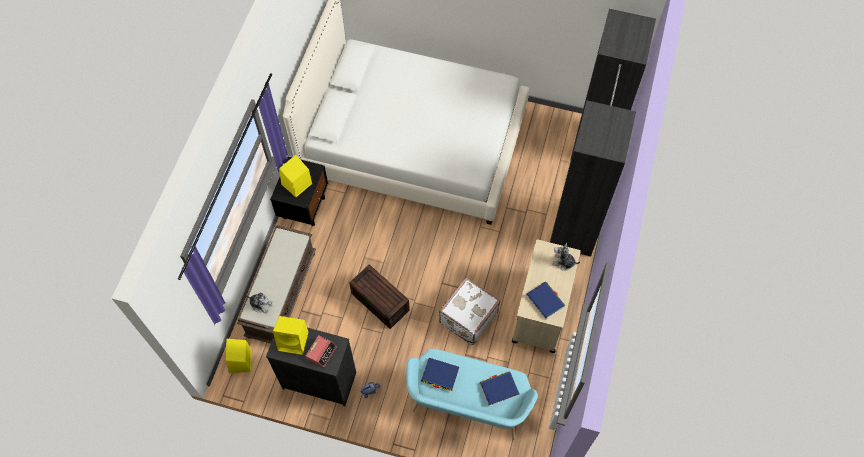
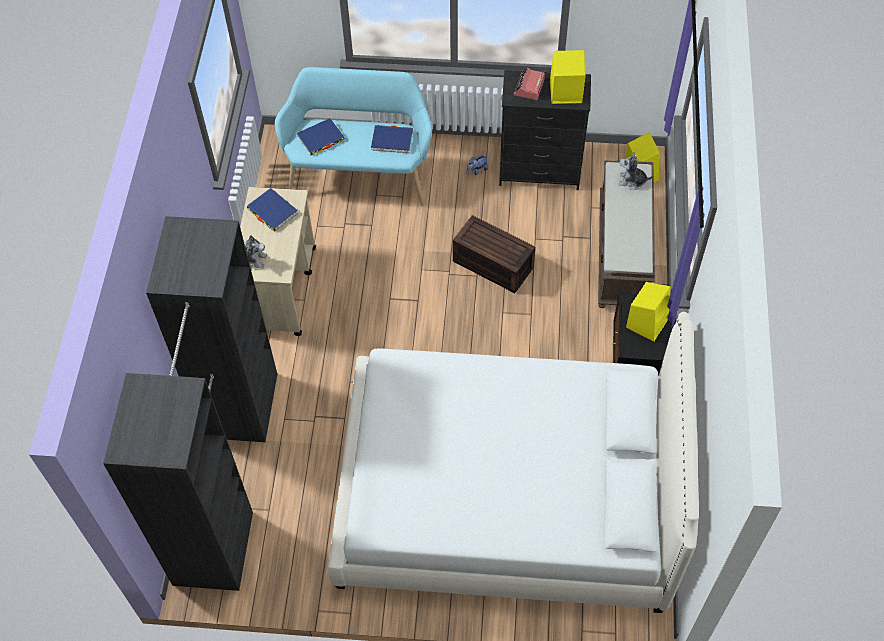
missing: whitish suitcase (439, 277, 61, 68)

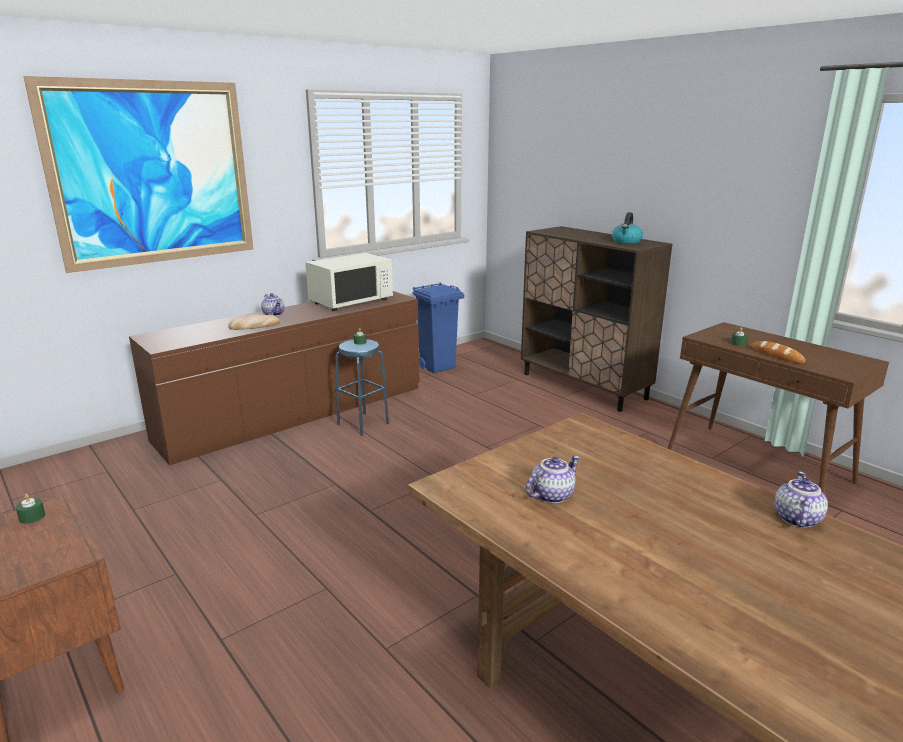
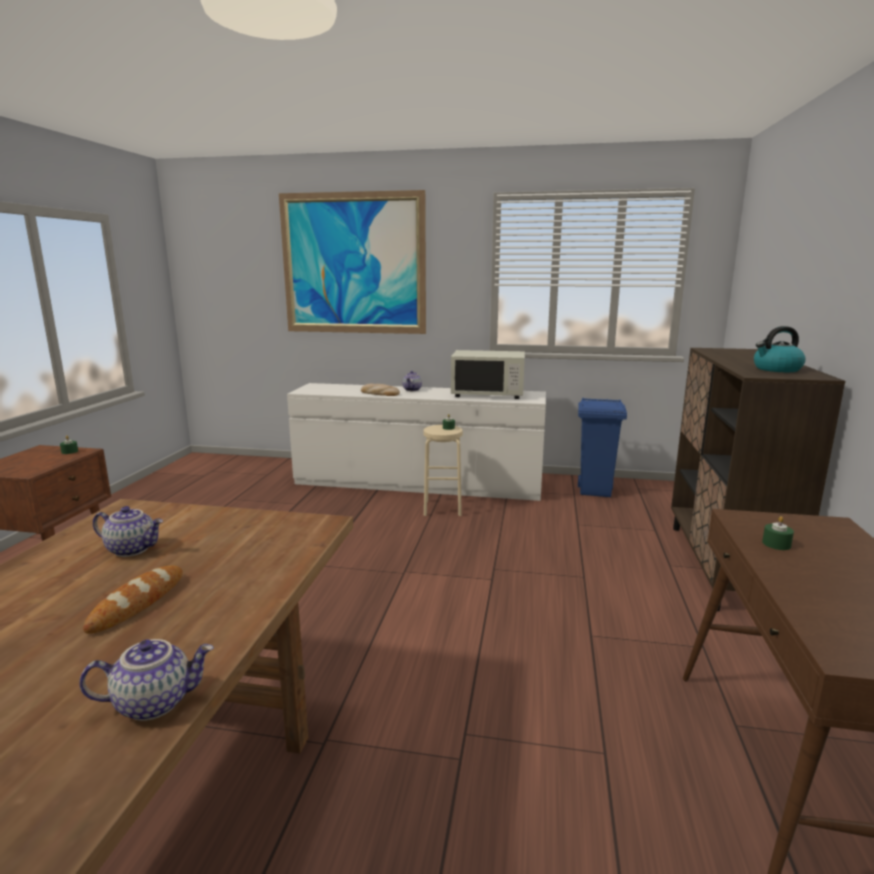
relocated: bakery bread (751, 341, 55, 22) to (83, 566, 100, 68)
colour: brown dresser (129, 291, 290, 174) to whitish dresser (287, 383, 259, 118); bluish stool (336, 339, 53, 97) to beige-coloured stool (423, 425, 40, 91)

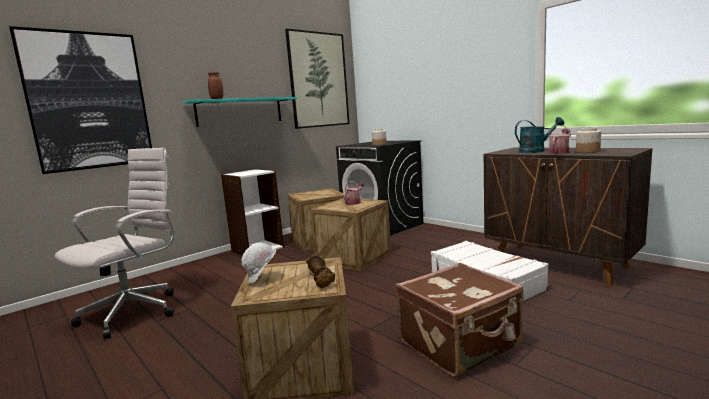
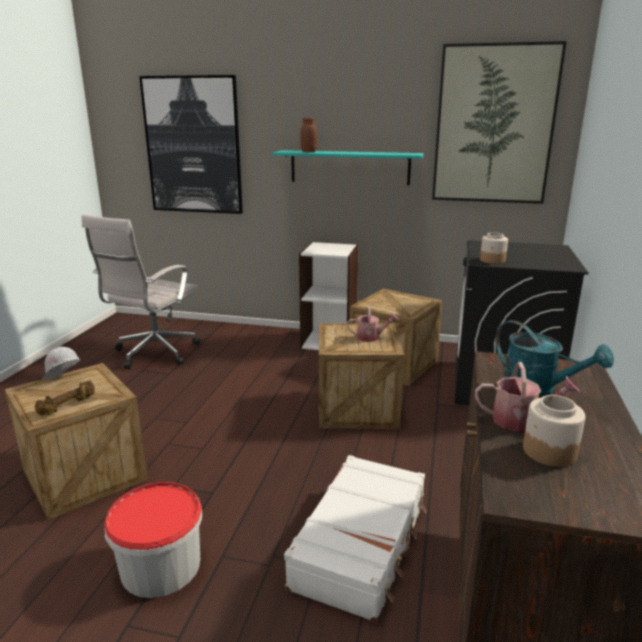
exchanged: brown suitcase (396, 263, 127, 114) to pail (104, 482, 98, 116)
spun: whitish office chair (54, 148, 120, 191) = (81, 214, 120, 155) 120 degrees clockwise

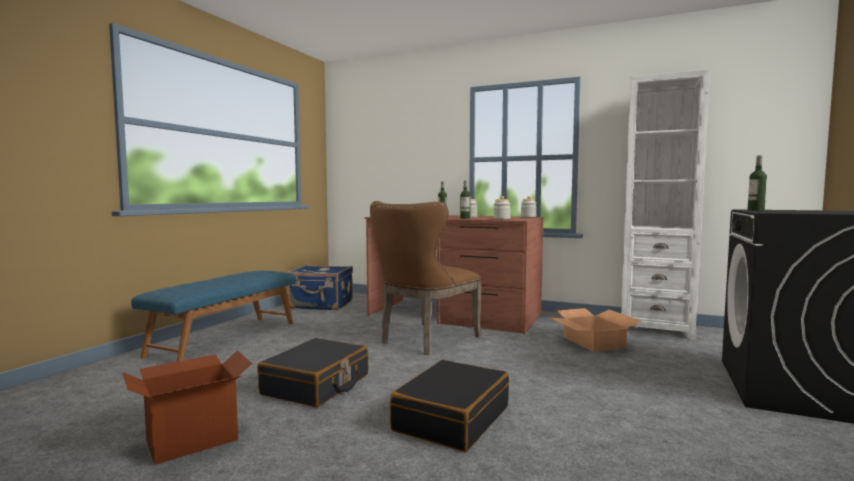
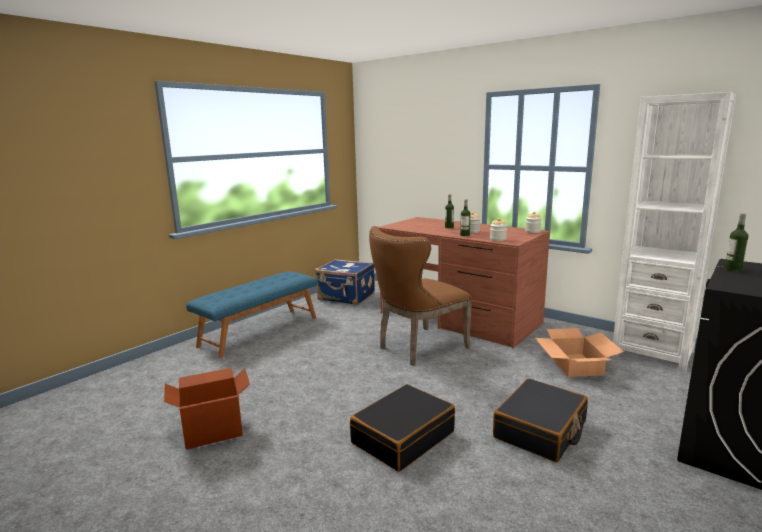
relocated: black-coloured suitcase (257, 338, 111, 69) to (493, 378, 95, 84)

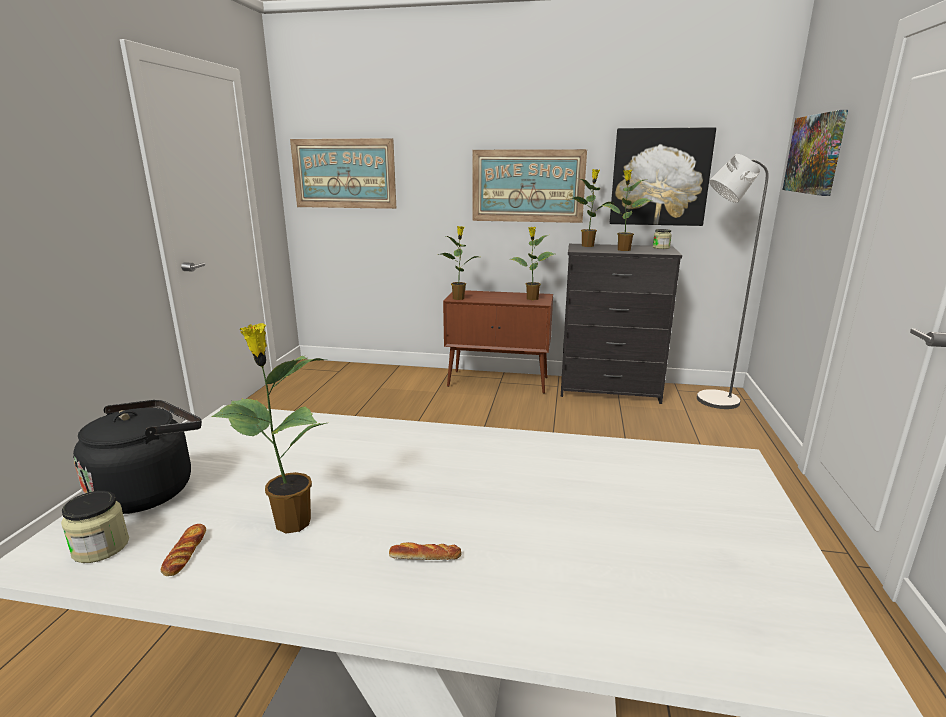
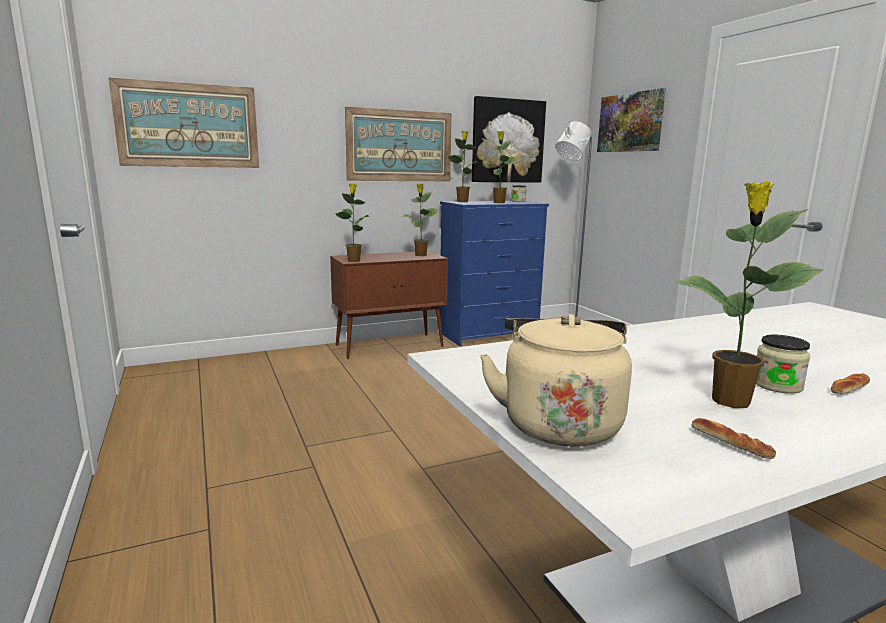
relocated: storage jar (61, 491, 68, 72) to (756, 335, 54, 59)
colour: black-coloured dresser (561, 244, 121, 160) to bluish dresser (440, 201, 109, 145); black-coloured water kettle (73, 400, 129, 114) to beige-coloured water kettle (480, 314, 152, 133)

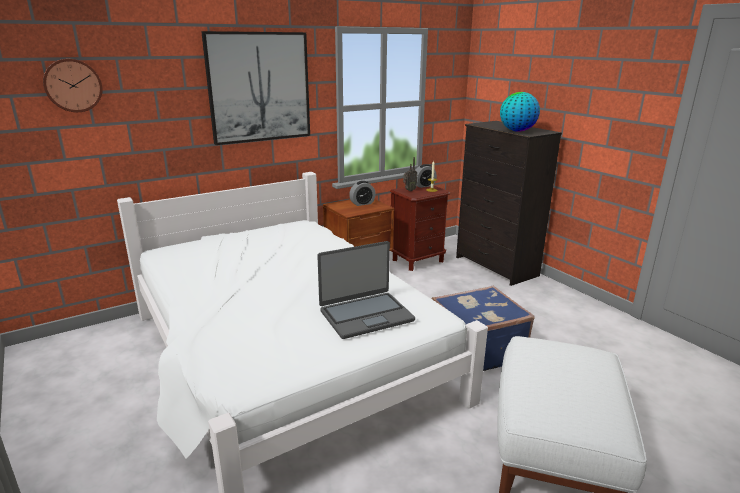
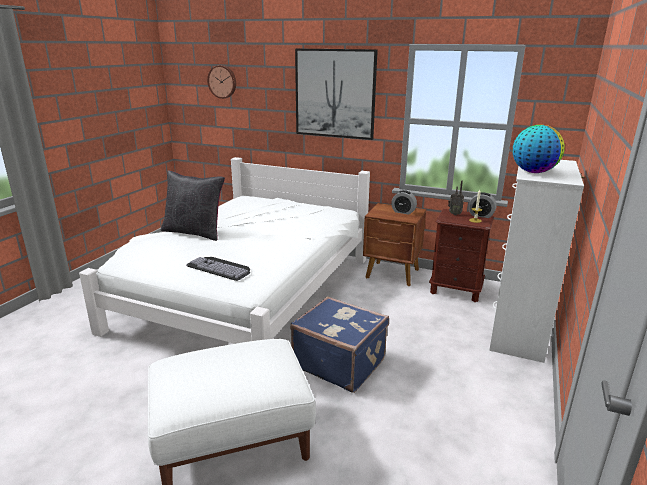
appeared: black-coloured cushion (161, 171, 64, 70)
exchanged: notebook computer (317, 241, 98, 98) to PC keyboard (186, 257, 64, 24)
colour: black-coloured dresser (456, 121, 106, 165) to whitish dresser (489, 160, 95, 203)

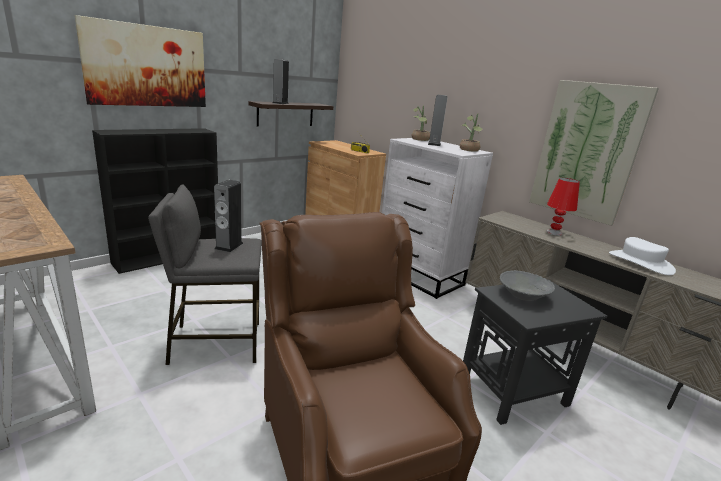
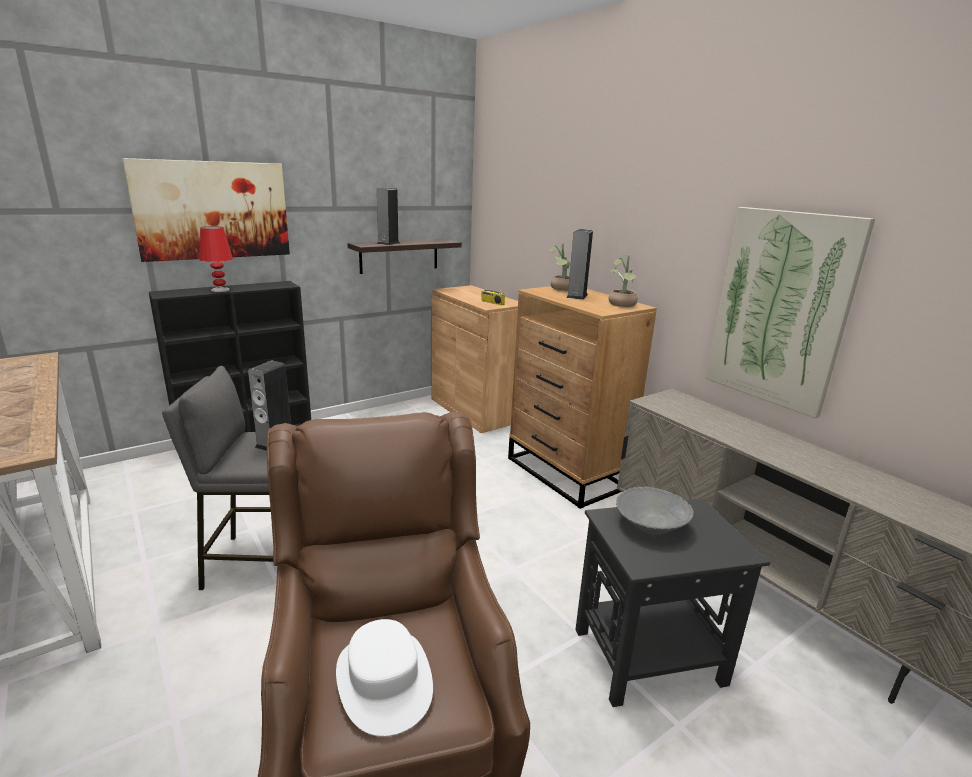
relocated: red-coloured table lamp (546, 178, 34, 58) to (199, 226, 34, 66); whitish wearable hat (609, 237, 67, 38) to (336, 619, 97, 118)
colour: whitish dresser (382, 138, 111, 161) to brown dresser (508, 286, 149, 223)

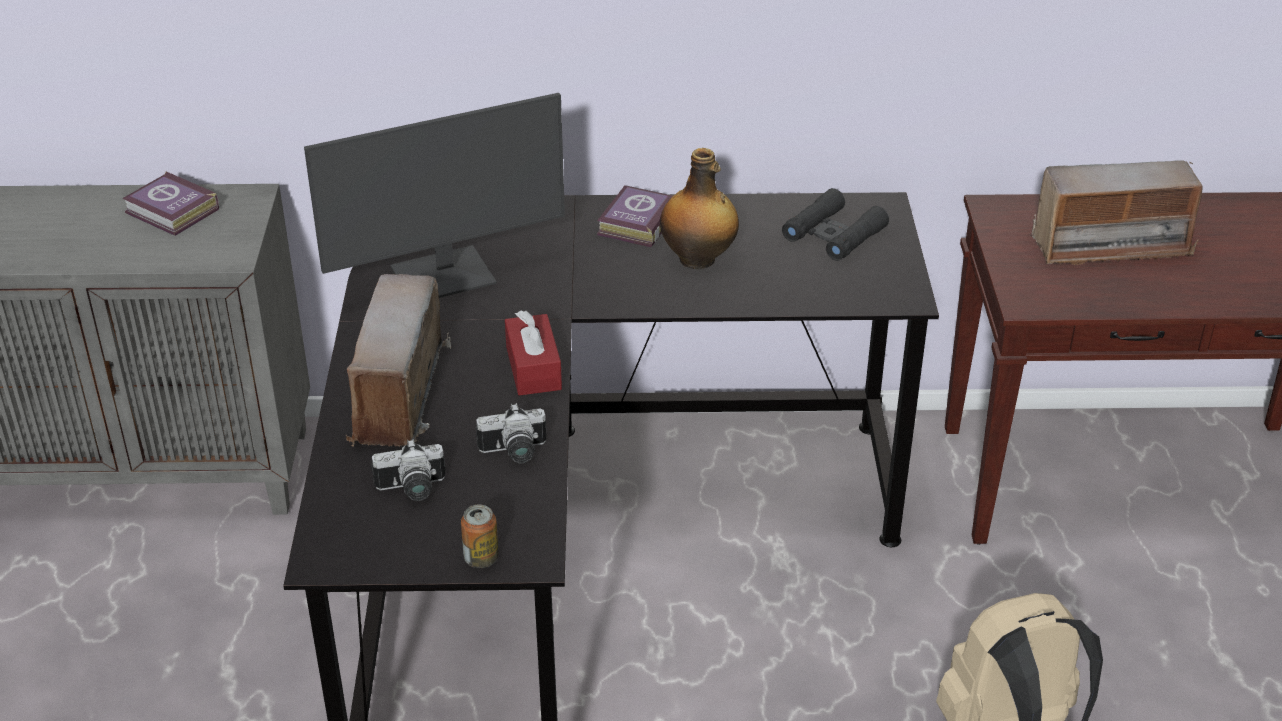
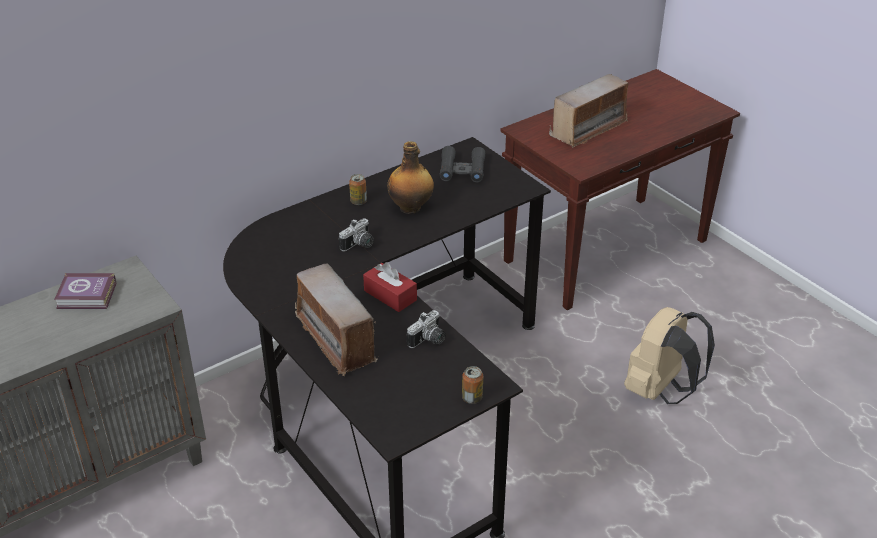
missing: computer display (304, 93, 261, 205)
relocated: still camera (372, 439, 74, 62) to (339, 218, 35, 33)
exchanged: bound book (597, 185, 77, 62) to can (349, 174, 18, 31)

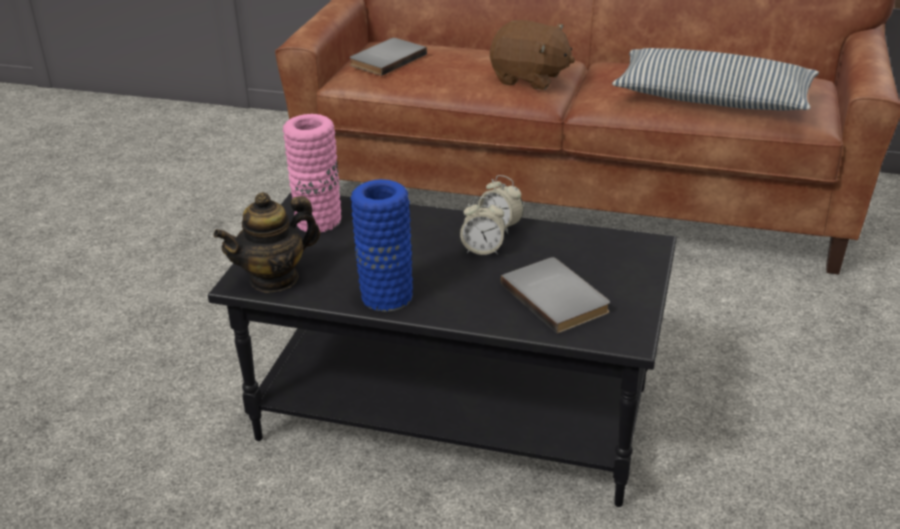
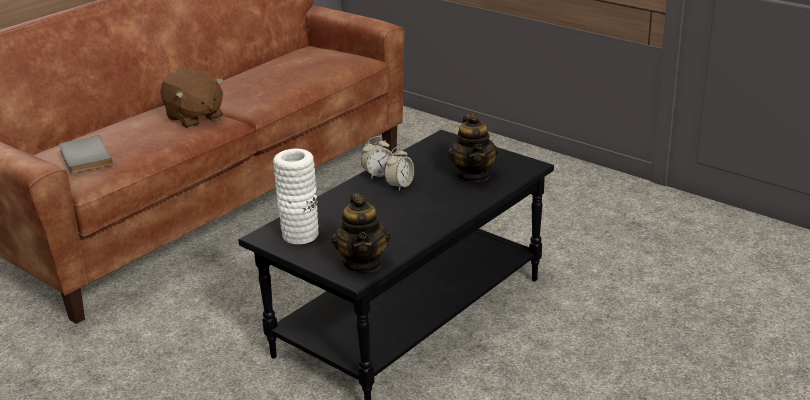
missing: cushion (612, 48, 207, 63); bluish vase (351, 179, 62, 133)
exchanged: gray bound book (501, 257, 109, 77) to tea pot (448, 114, 50, 68)
colour: pink-coloured vase (283, 114, 58, 118) to whitish vase (273, 148, 46, 96)
spun: brown soft toy (490, 20, 85, 70) = (160, 70, 63, 58) 90 degrees clockwise

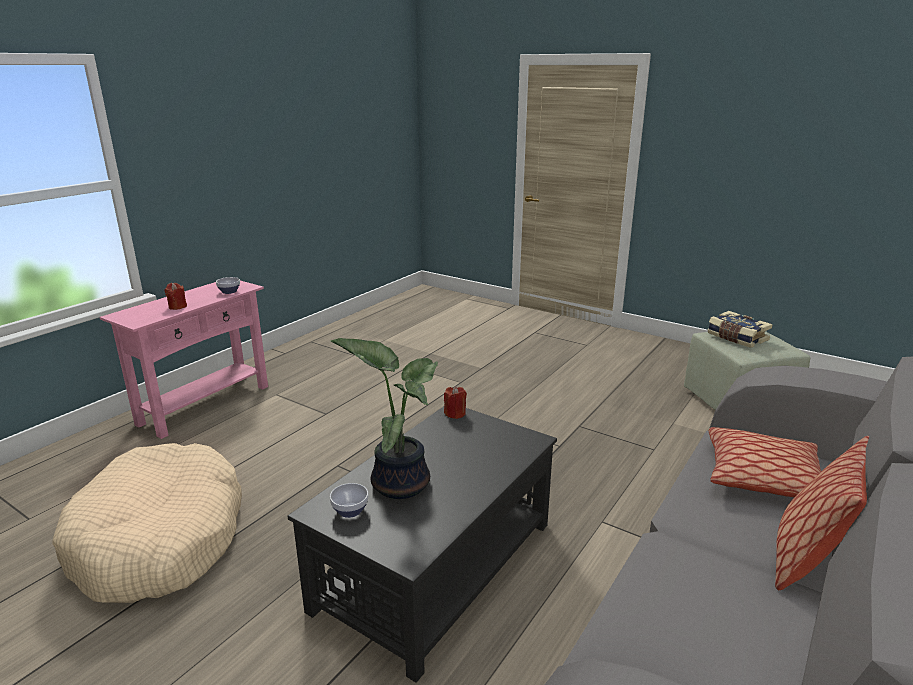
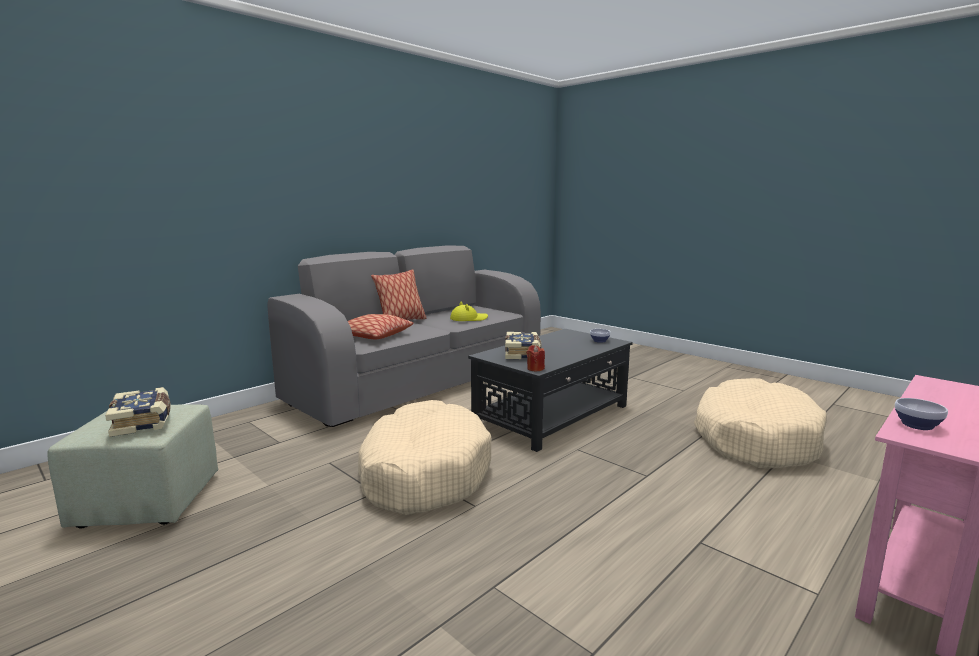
missing: red-coloured candle (164, 283, 23, 27); potted plant (330, 338, 108, 161)
appeared: yellow-coloured wearable hat (450, 301, 38, 20); bound book (505, 332, 37, 27); beige-coloured dog cushion (358, 400, 133, 115)

